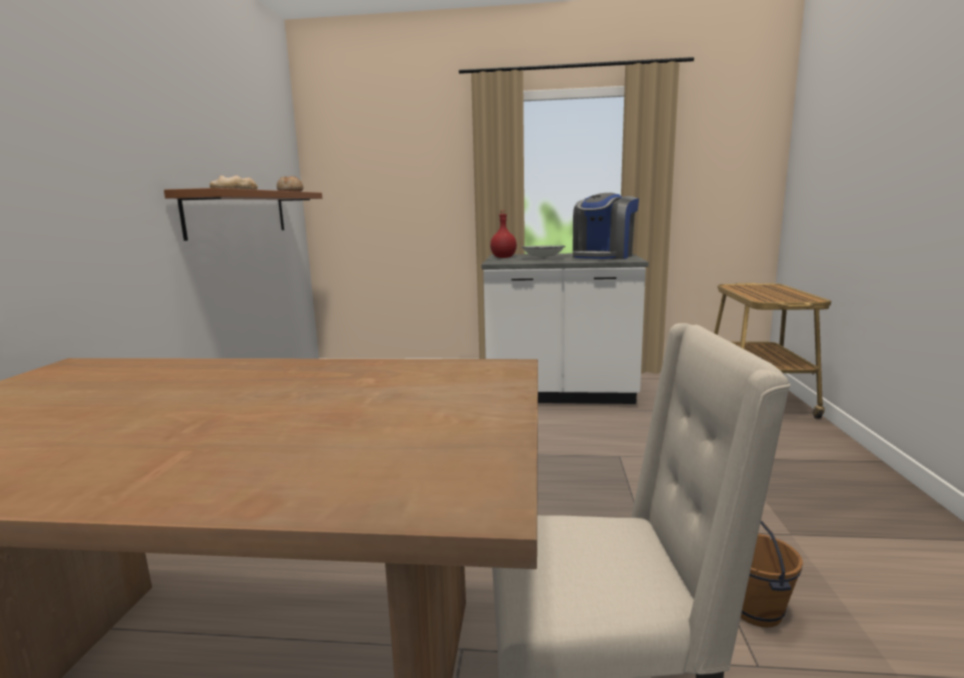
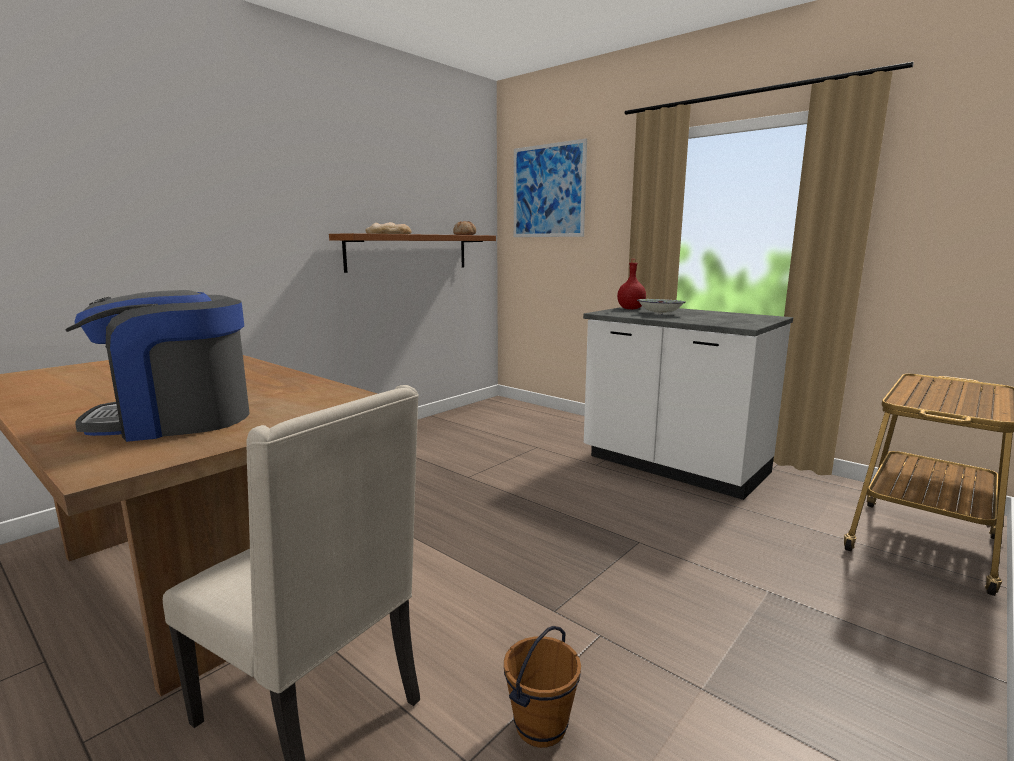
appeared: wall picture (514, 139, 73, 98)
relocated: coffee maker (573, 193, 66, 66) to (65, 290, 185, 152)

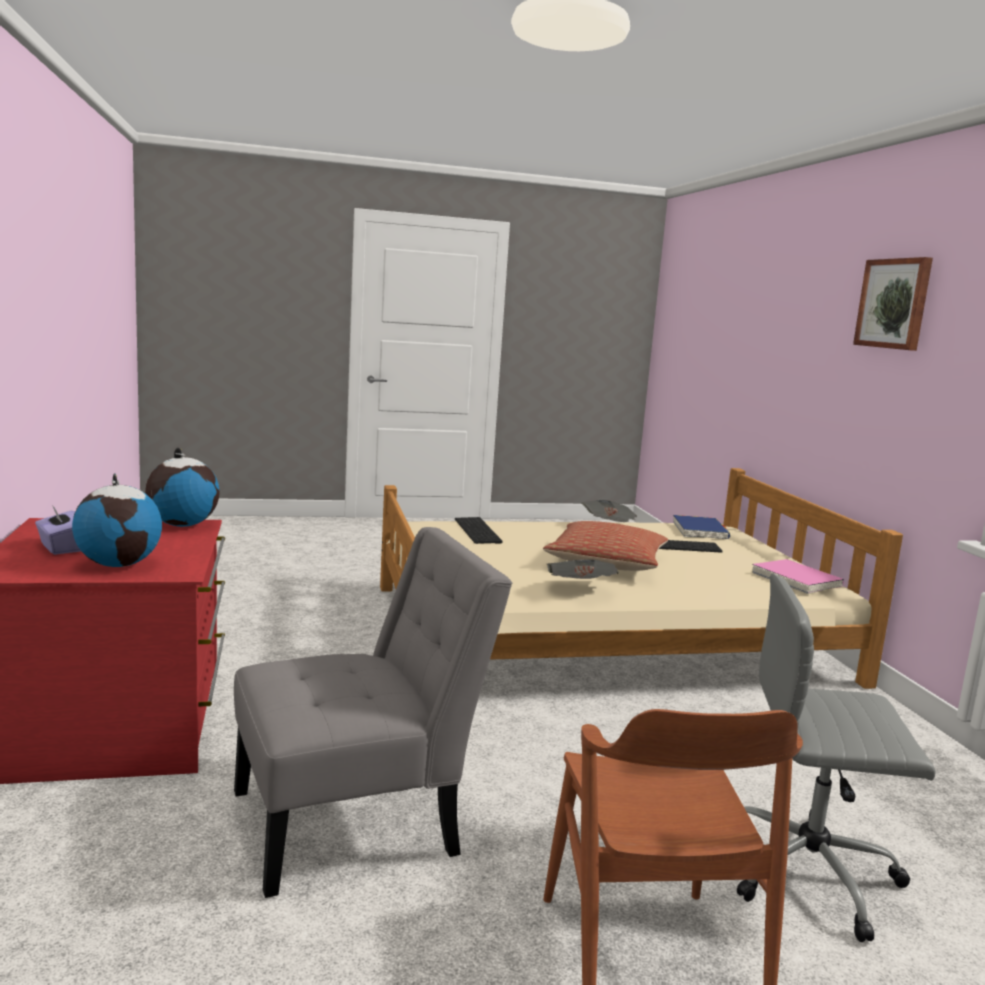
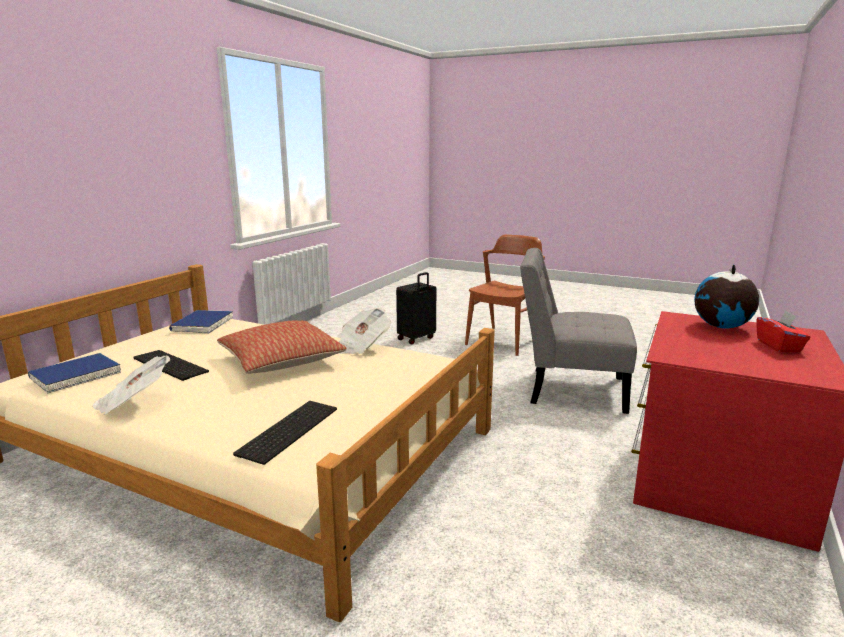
missing: wall picture (853, 257, 80, 94); world globe (145, 448, 75, 79)
exchanged: gray office chair (737, 574, 199, 368) to black-coloured suitcase (396, 272, 40, 72)
colour: purple-coloured tissue box (35, 505, 46, 50) to red-coloured tissue box (757, 310, 54, 42); pink-coloured bound book (752, 559, 92, 35) to bluish bound book (169, 310, 64, 24)

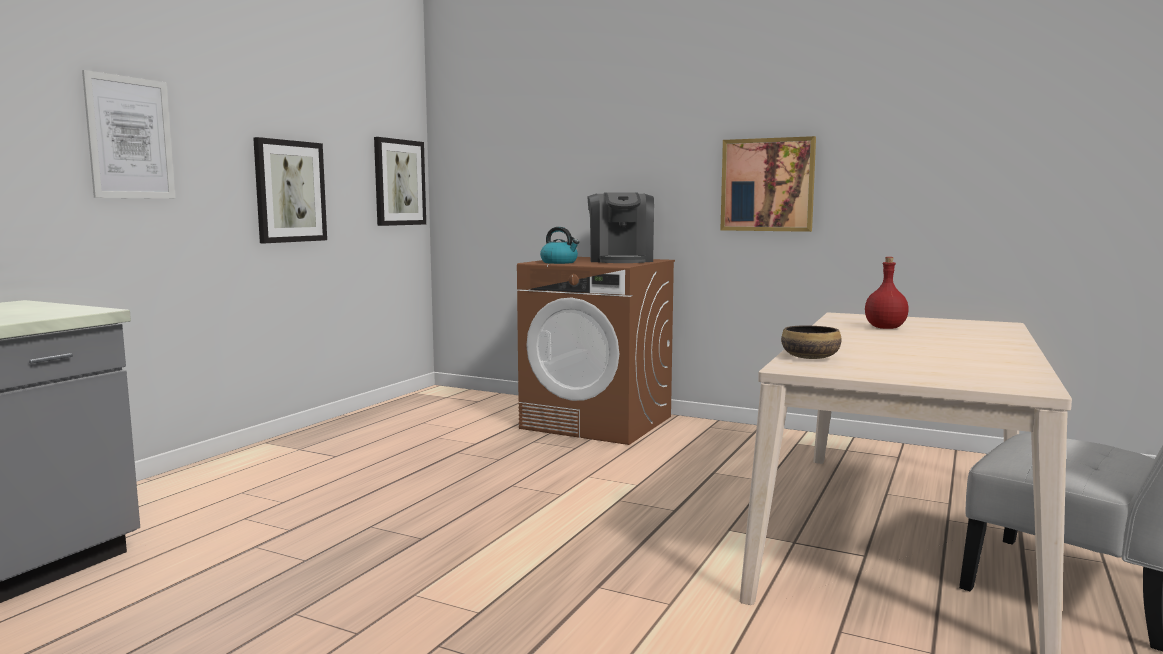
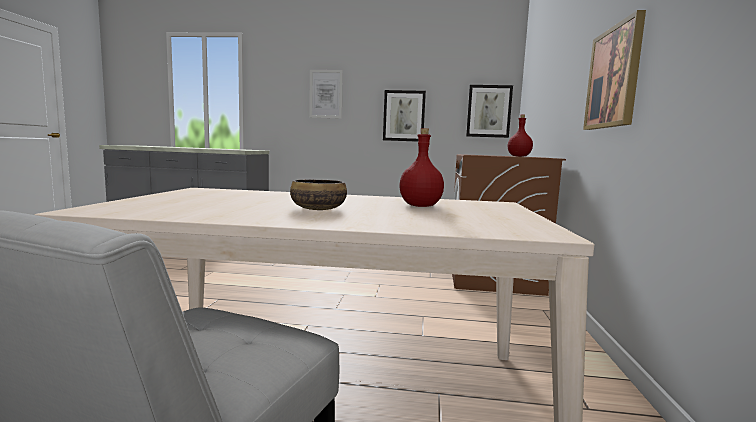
missing: water kettle (540, 227, 39, 37)
relocated: deep dish (781, 326, 61, 33) to (290, 179, 57, 31)
exchanged: coffee maker (587, 192, 67, 71) to red-coloured bottle (508, 115, 25, 42)

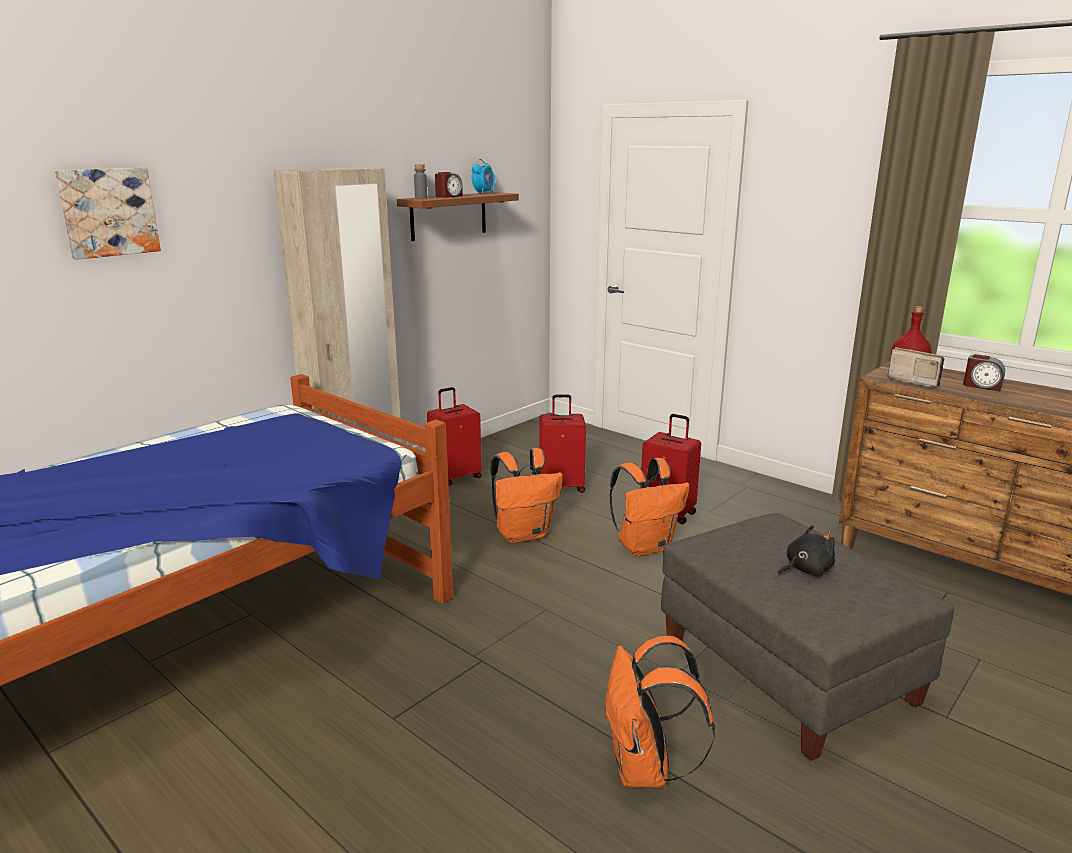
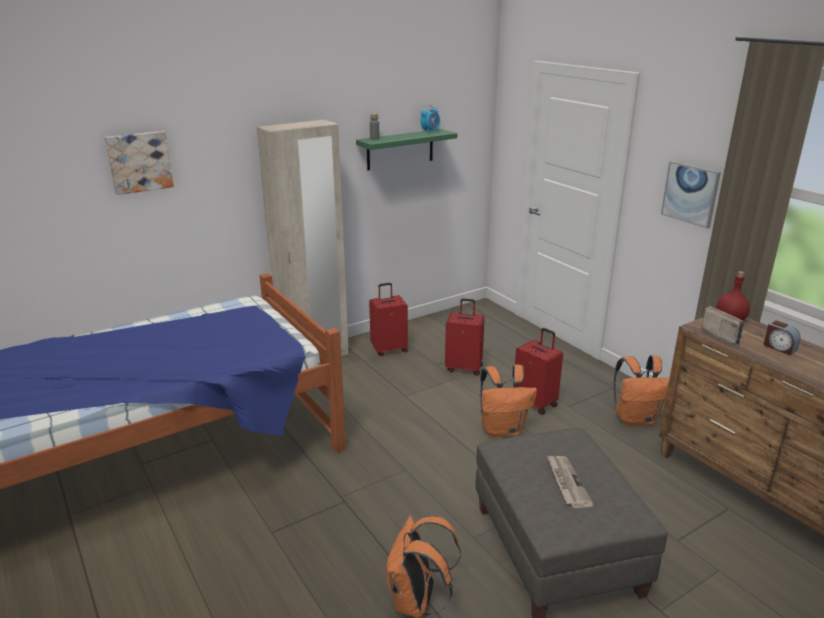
missing: table clock (435, 172, 28, 26)
appeared: wall picture (661, 161, 60, 67)
relocated: orange-coloured backpack (491, 448, 72, 95) to (613, 355, 56, 71)
exchanged: black-coloured soft toy (777, 525, 58, 51) to newspaper (547, 456, 47, 52)
colour: brown bracket shelf (397, 192, 122, 49) to green bracket shelf (356, 129, 101, 41)

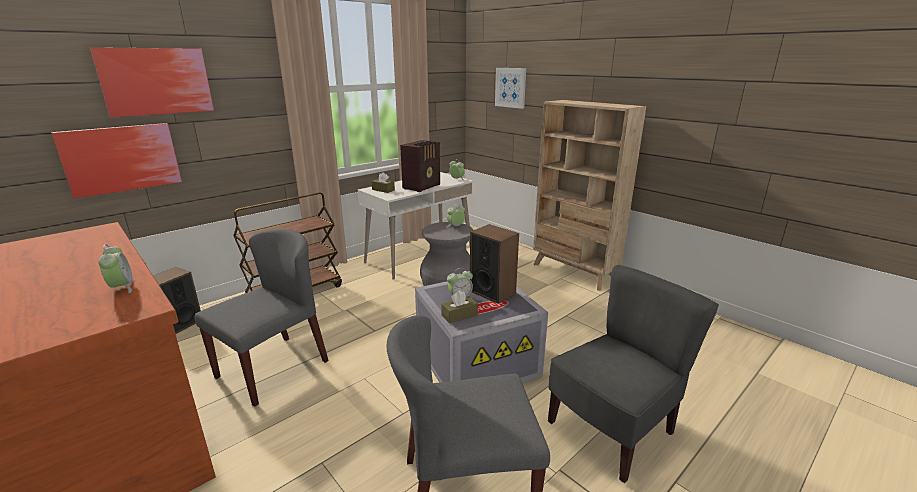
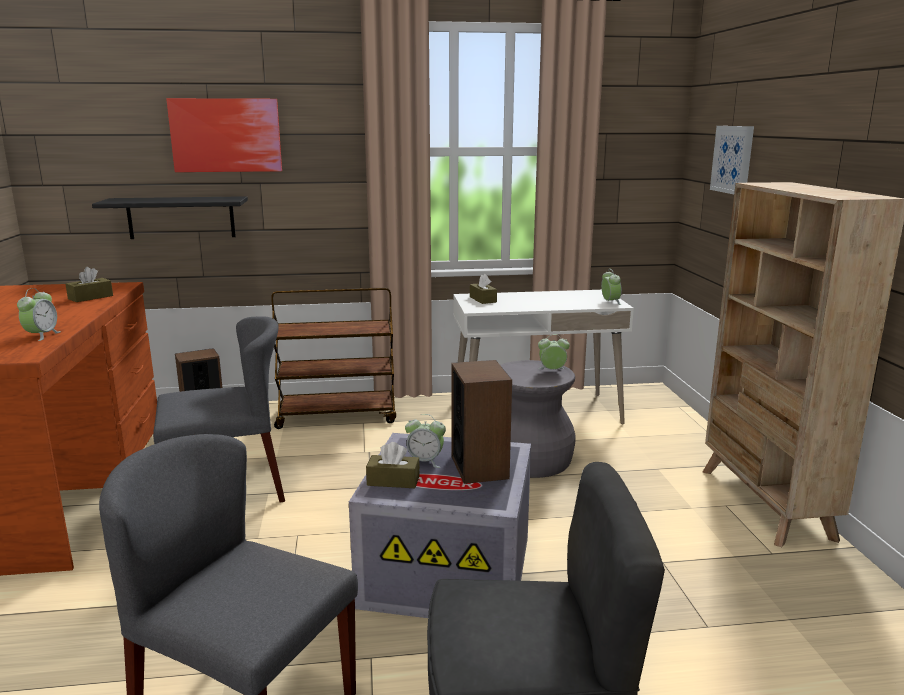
missing: radio (400, 140, 40, 52)
appeared: brown tissue box (66, 267, 47, 35)
exchanged: wall picture (51, 123, 131, 76) to black-coloured bracket shelf (92, 196, 156, 43)

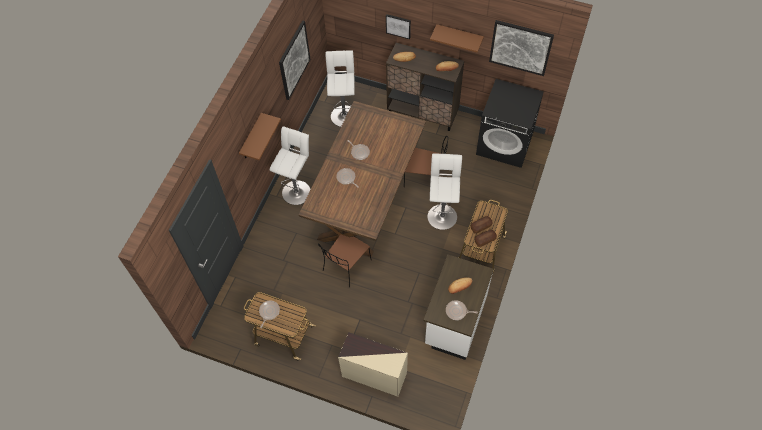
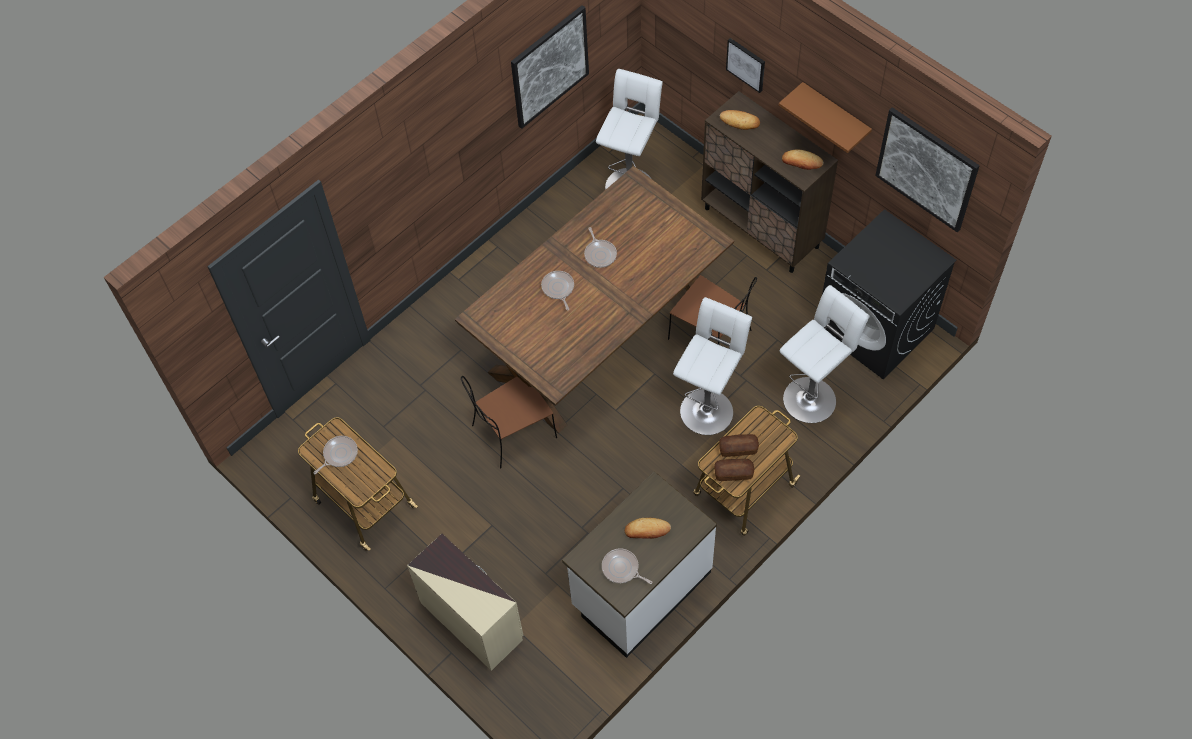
missing: brown bracket shelf (239, 113, 42, 47)
relocated: whitish stool (270, 126, 41, 79) to (779, 285, 91, 138)

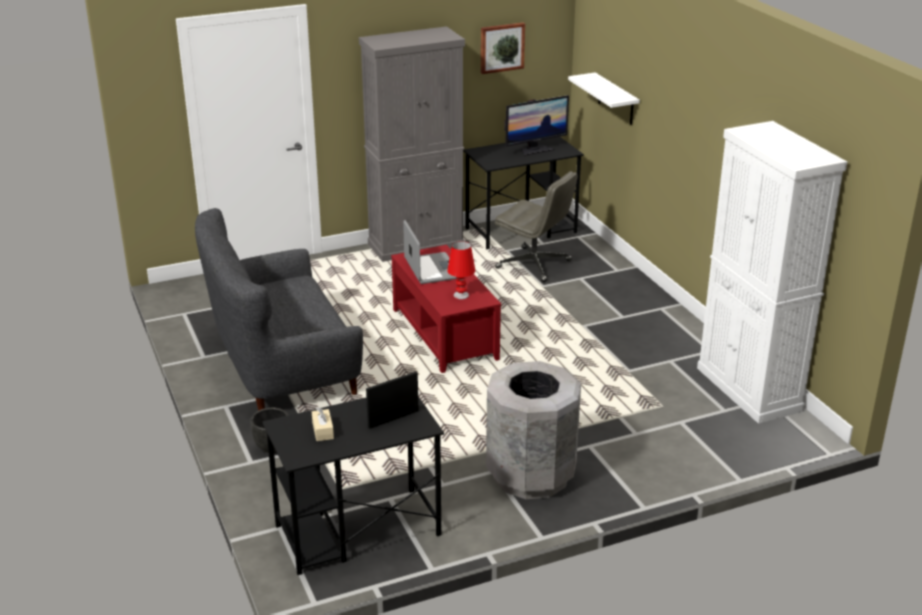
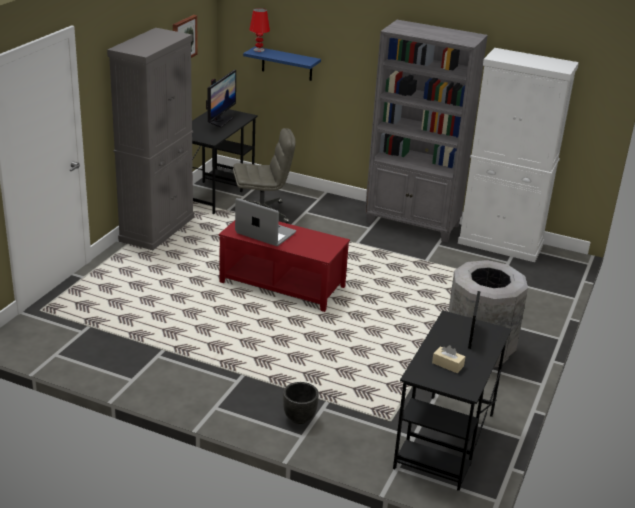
missing: gray settee (195, 208, 168, 203)
appeared: gray shelving unit (365, 20, 123, 223)
relocated: red-coloured table lamp (447, 241, 28, 58) to (249, 8, 21, 44)
colour: whitish bracket shelf (568, 72, 72, 53) to bluish bracket shelf (243, 46, 78, 35)

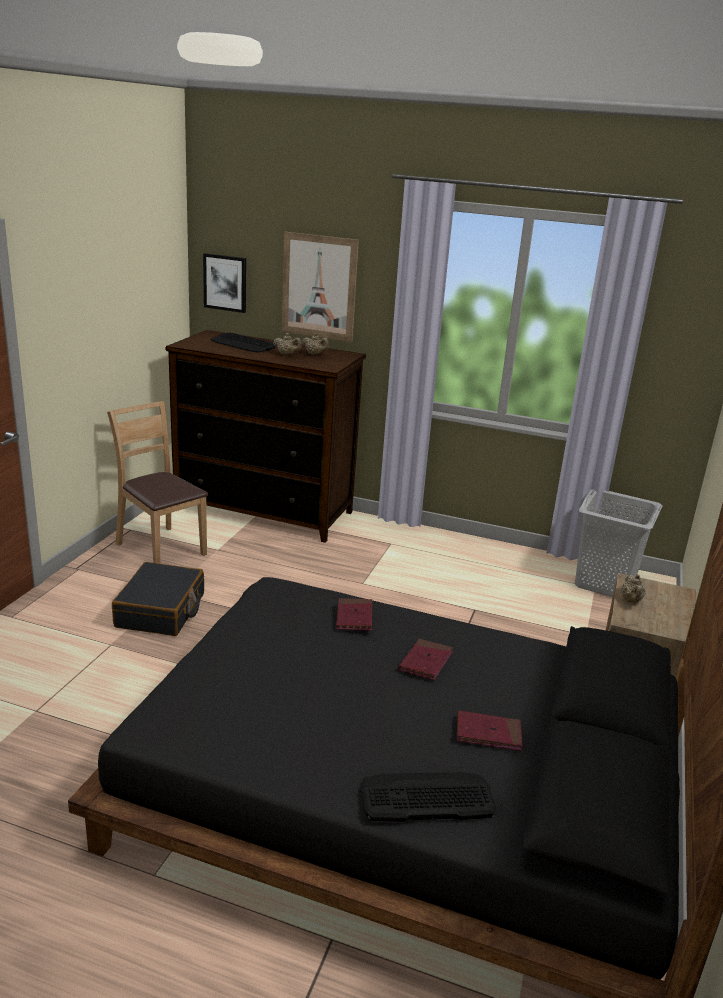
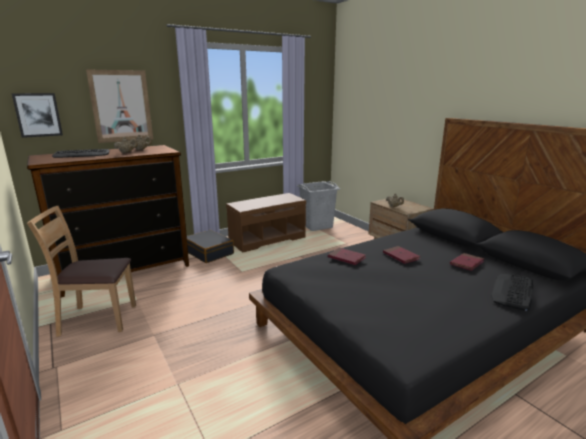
appeared: brown bench (226, 193, 80, 60)
relocated: black-coloured suitcase (112, 562, 92, 74) to (187, 230, 47, 33)

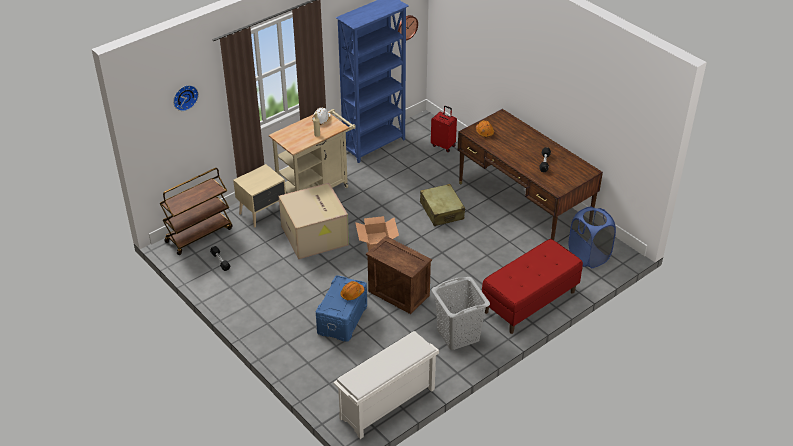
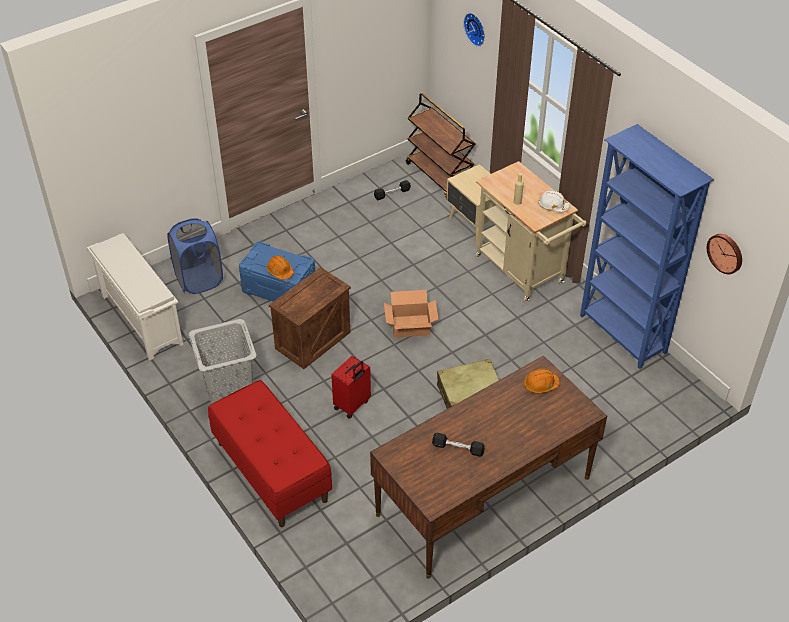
missing: packing box (279, 183, 70, 76)
relocated: red-coloured suitcase (431, 106, 26, 46) to (331, 356, 40, 63); bluish washing basket (569, 206, 47, 62) to (167, 218, 56, 76)

